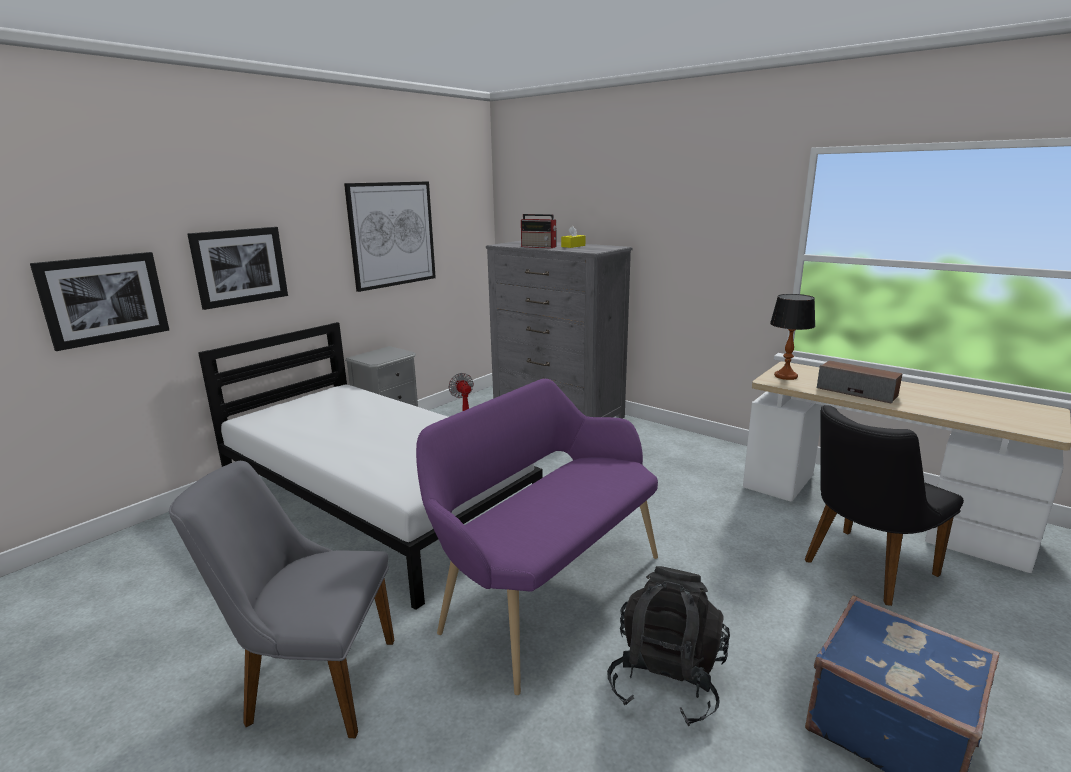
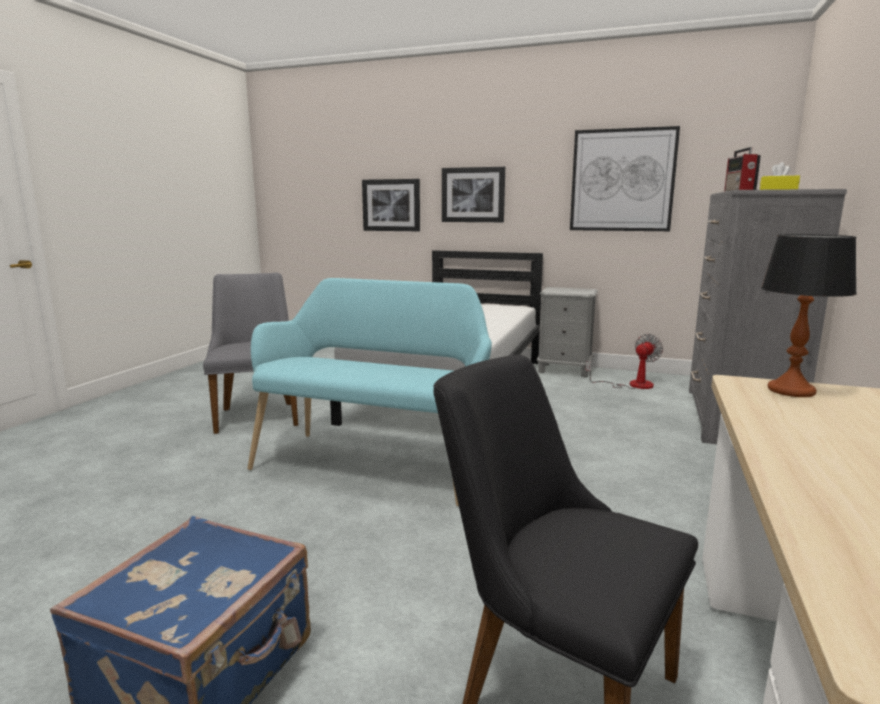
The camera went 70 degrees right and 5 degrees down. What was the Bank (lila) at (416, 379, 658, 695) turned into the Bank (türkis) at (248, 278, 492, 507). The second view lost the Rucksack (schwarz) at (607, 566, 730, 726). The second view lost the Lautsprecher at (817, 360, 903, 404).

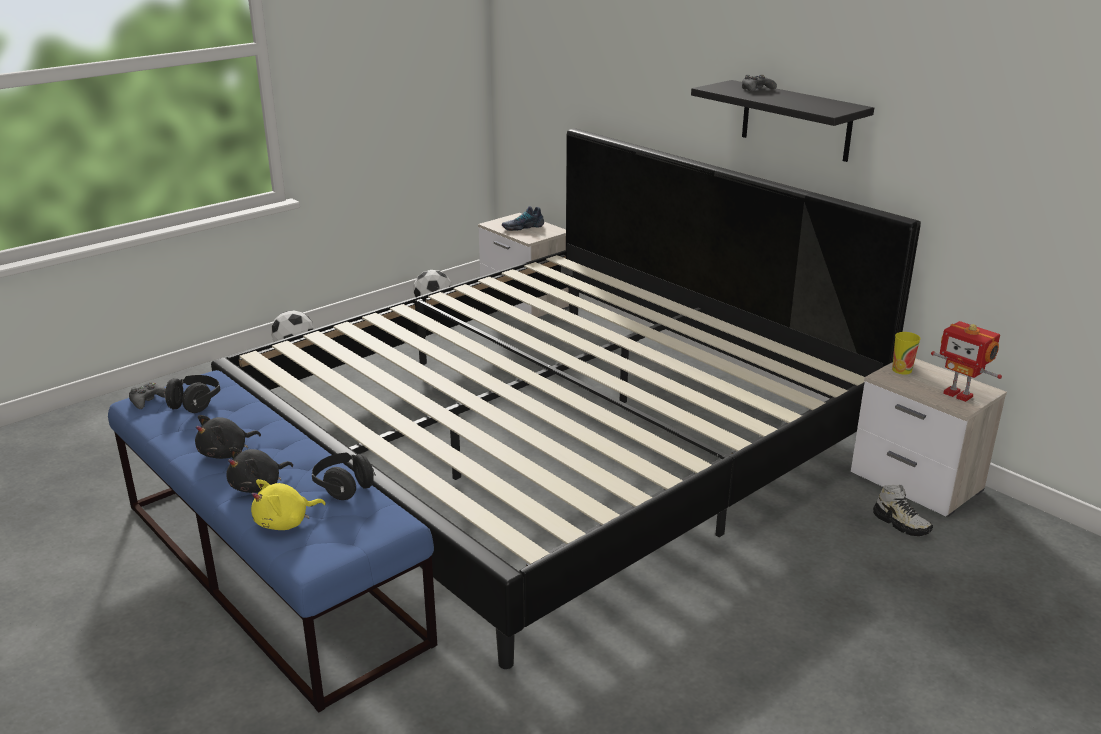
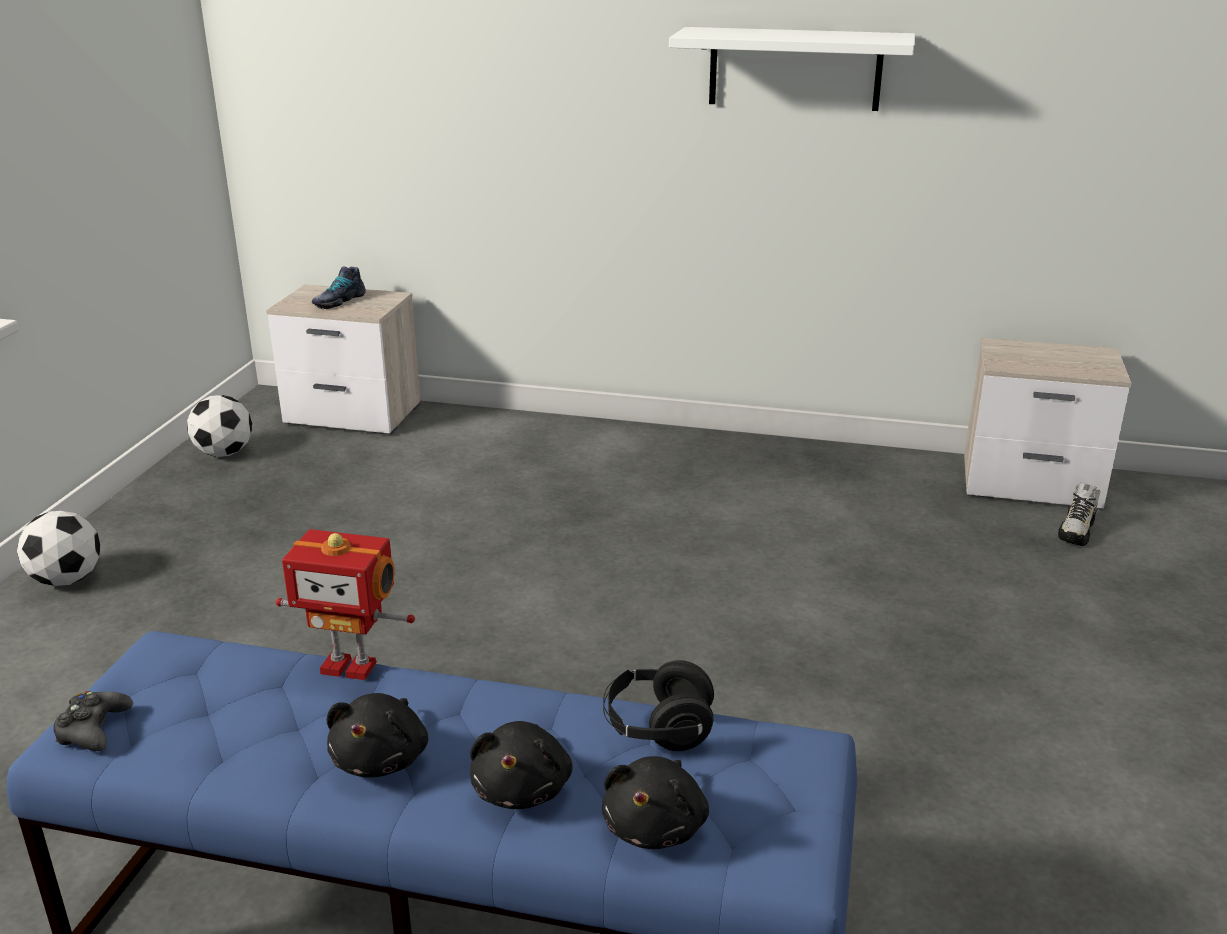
The camera went 35 degrees left and 0 degrees up. The Spielzeugroboter ended up elsewhere, having gone from (931, 321, 1002, 402) to (276, 529, 415, 680). What was the Plüschtier (gelb) at (251, 479, 326, 530) turned into the Plüschtier (schwarz) at (602, 756, 709, 849). What was the Wandregal (schwarz) at (691, 80, 874, 162) turned into the Wandregal (weiß) at (669, 27, 915, 111). The Schuh at (873, 485, 933, 536) ended up facing another way, 105 degrees clockwise from before. The second view lost the Kopfhörer (schwarz) at (164, 375, 220, 413). The second view lost the Bett at (211, 128, 921, 669). The second view lost the Gamepad (schwarz) at (742, 75, 777, 92). The second view lost the Tasse at (892, 332, 920, 375).

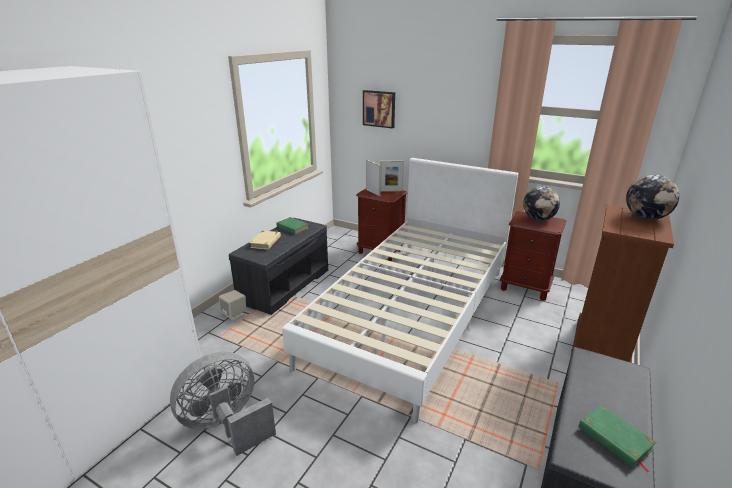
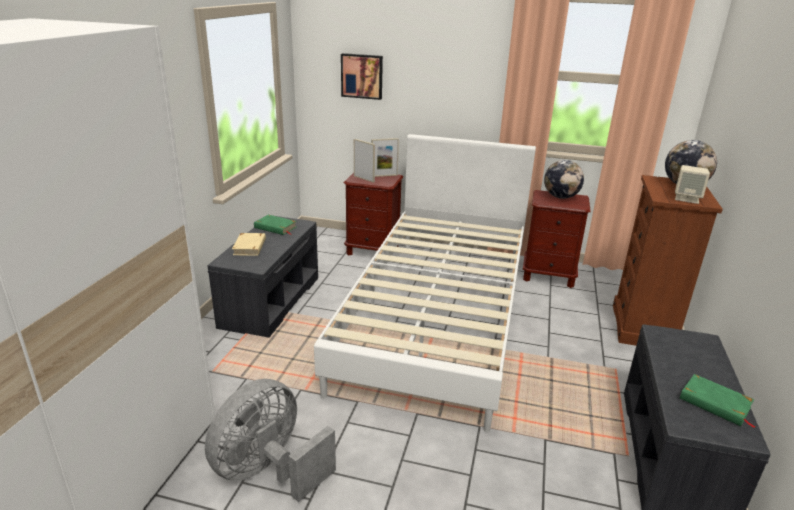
The camera went 15 degrees left and 0 degrees up. The Lautsprecher (beige) ended up elsewhere, having gone from (219, 290, 246, 321) to (675, 165, 710, 204).

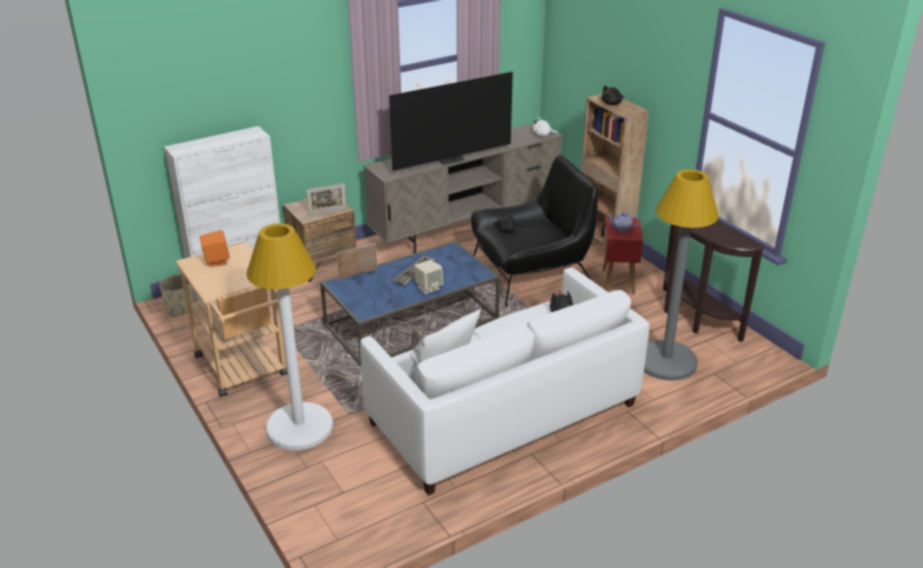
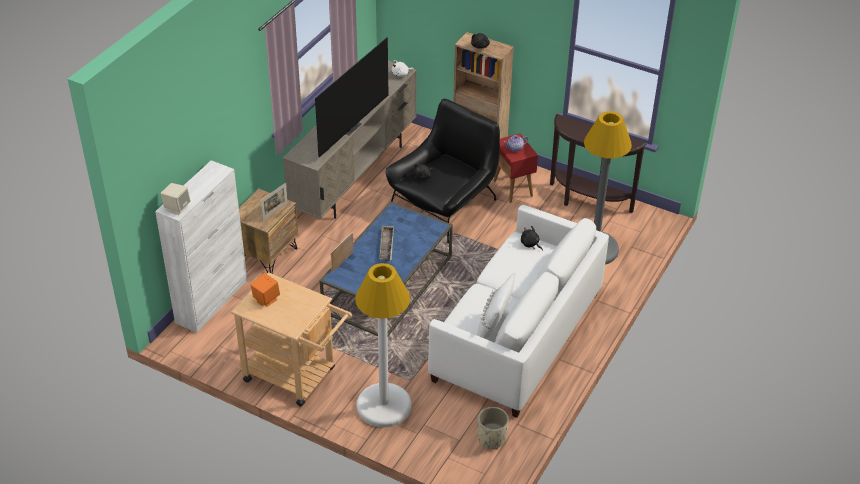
The camera went 30 degrees left and 10 degrees up. The Lautsprecher (beige) ended up elsewhere, having gone from (414, 260, 443, 294) to (161, 183, 191, 215). The Pflanzkübel (beige) ended up elsewhere, having gone from (159, 275, 194, 317) to (478, 407, 509, 449).

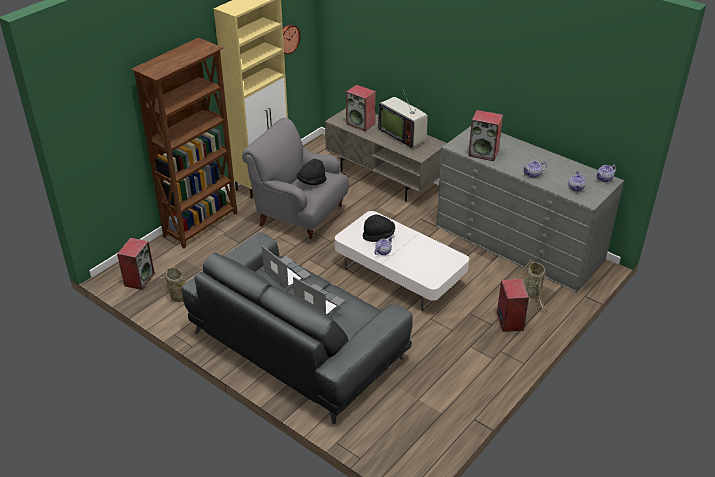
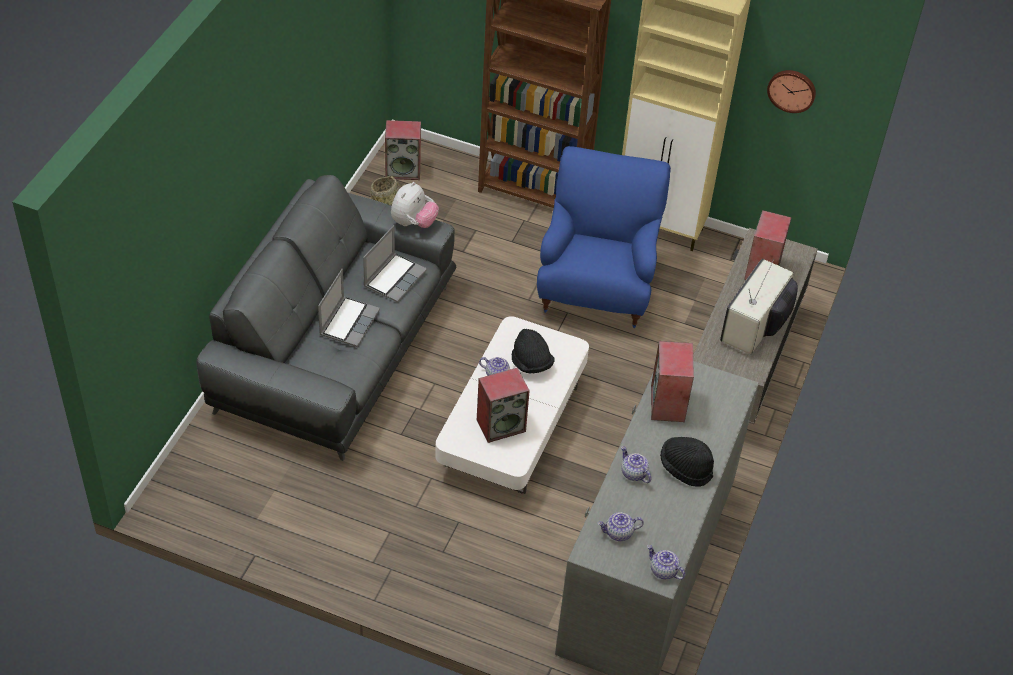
The camera went 70 degrees right and 10 degrees up. The second view gained the Plüschtier at (391, 182, 439, 228). The Lautsprecher ended up elsewhere, having gone from (497, 279, 529, 332) to (477, 367, 530, 443). What was the Sessel (grau) at (242, 118, 349, 242) turned into the Sessel (blau) at (537, 146, 671, 328). The Hut (schwarz) ended up elsewhere, having gone from (297, 159, 326, 185) to (660, 437, 714, 487). The second view lost the Korb at (514, 260, 546, 310).

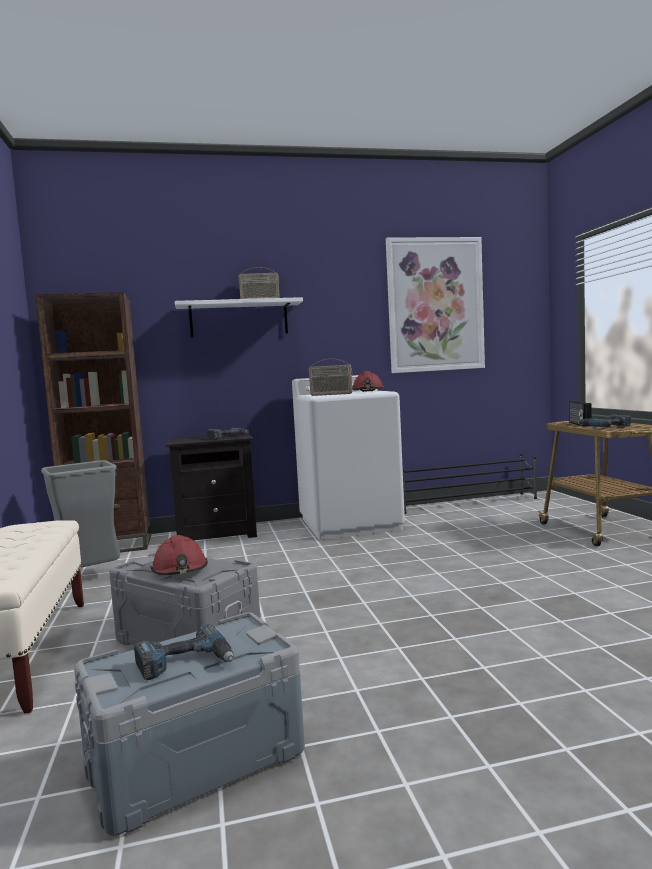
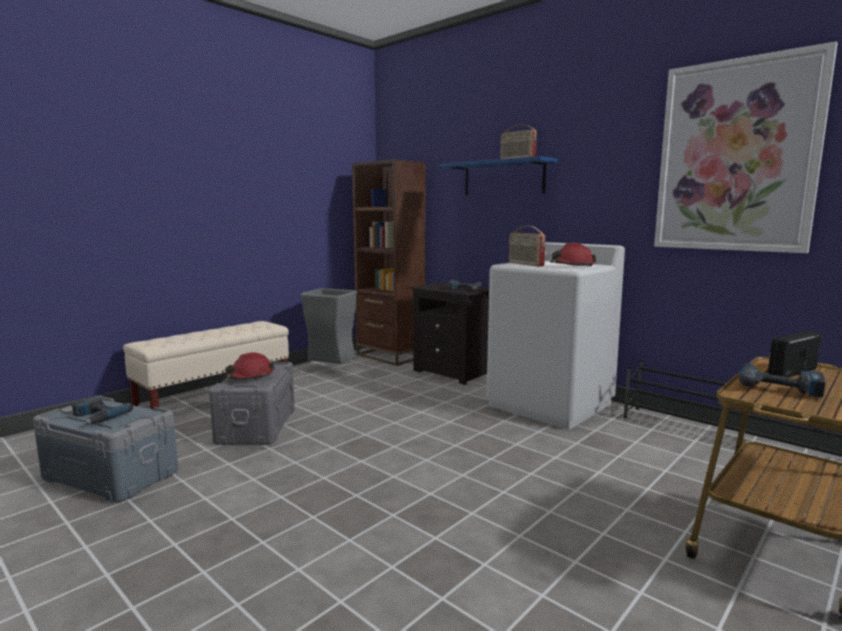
The camera went 55 degrees right and 5 degrees up. What was the Wandregal (weiß) at (175, 297, 303, 337) turned into the Wandregal (blau) at (440, 156, 558, 195).

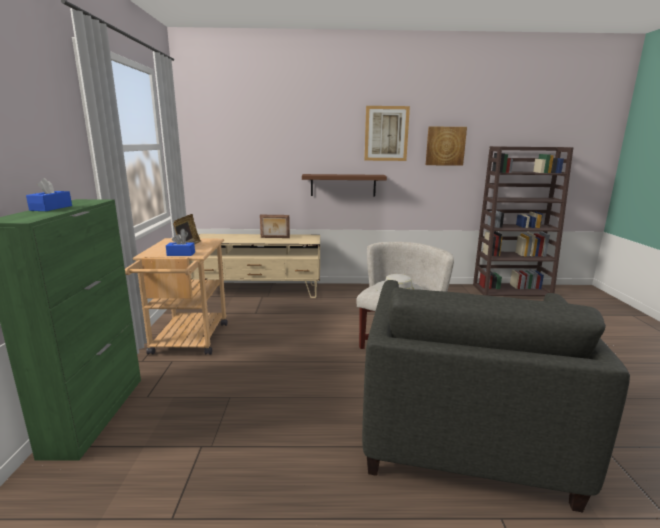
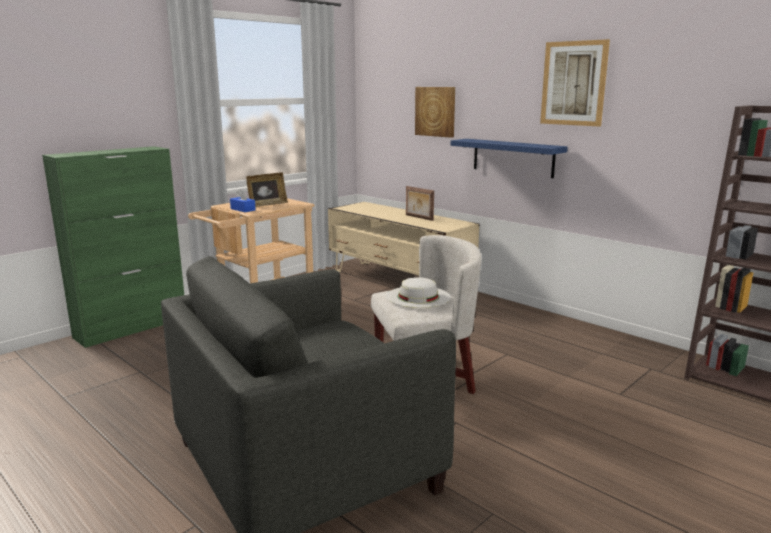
The camera went 45 degrees right and 0 degrees up. The Bild ended up elsewhere, having gone from (426, 126, 467, 166) to (415, 87, 455, 138). What was the Wandregal (braun) at (302, 174, 387, 197) turned into the Wandregal (blau) at (451, 139, 568, 178). The second view lost the Taschentuchbox (blau) at (26, 178, 72, 211).

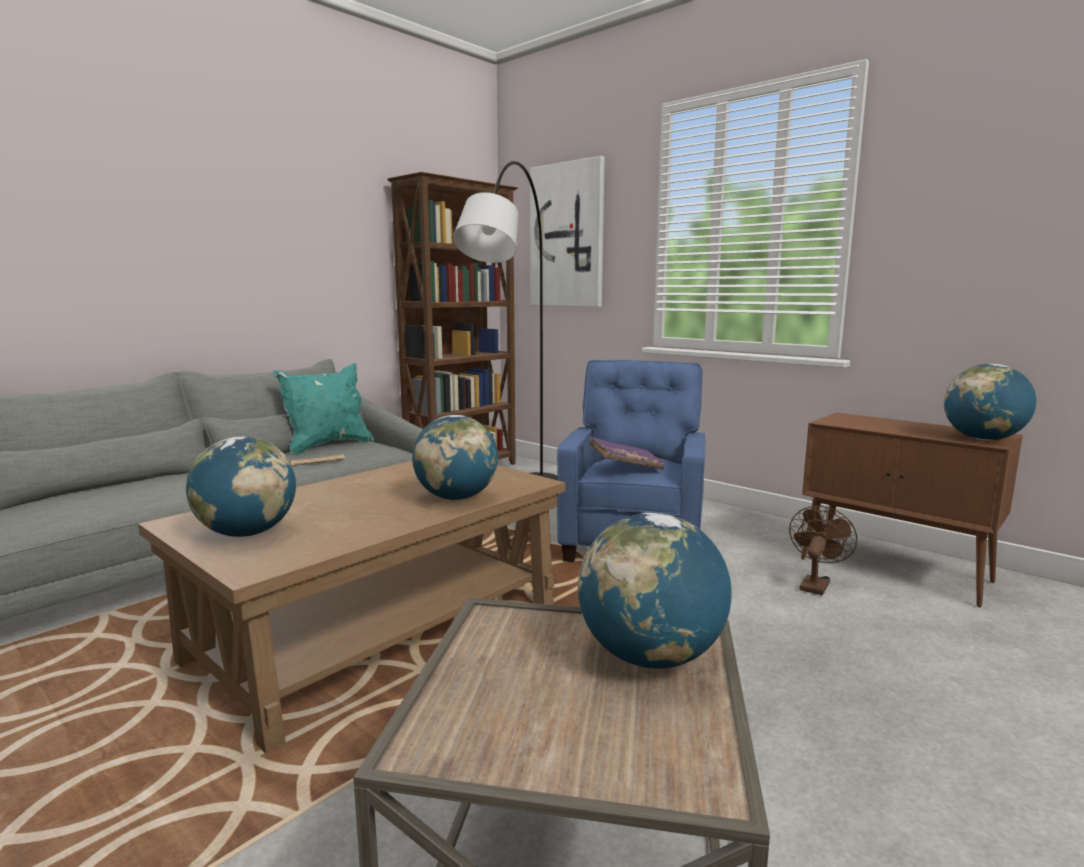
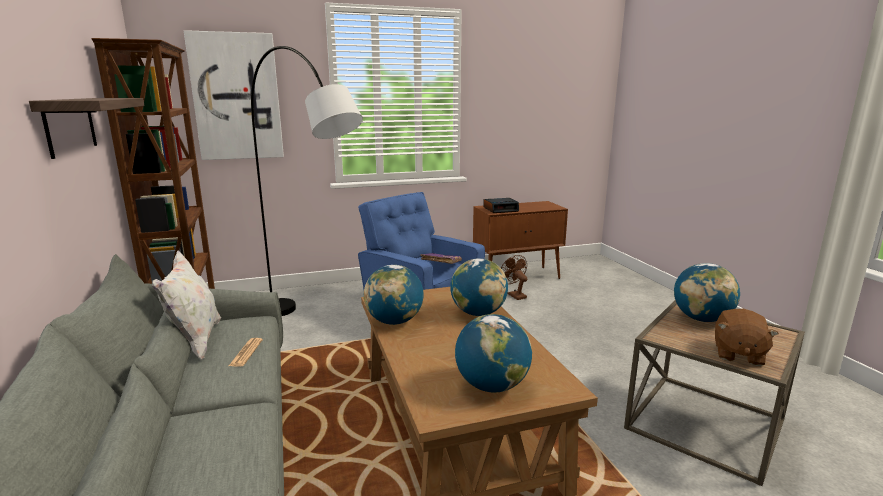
The camera went 60 degrees left and 5 degrees up. The second view gained the Wandregal at (29, 98, 144, 159). What was the Kissen (türkis) at (273, 363, 374, 454) turned into the Kissen (weiß) at (152, 251, 221, 360). The Globus ended up elsewhere, having gone from (944, 364, 1036, 440) to (364, 265, 424, 325). The second view gained the Wecker at (483, 198, 519, 213). The second view gained the Plüschtier (braun) at (715, 309, 779, 366).

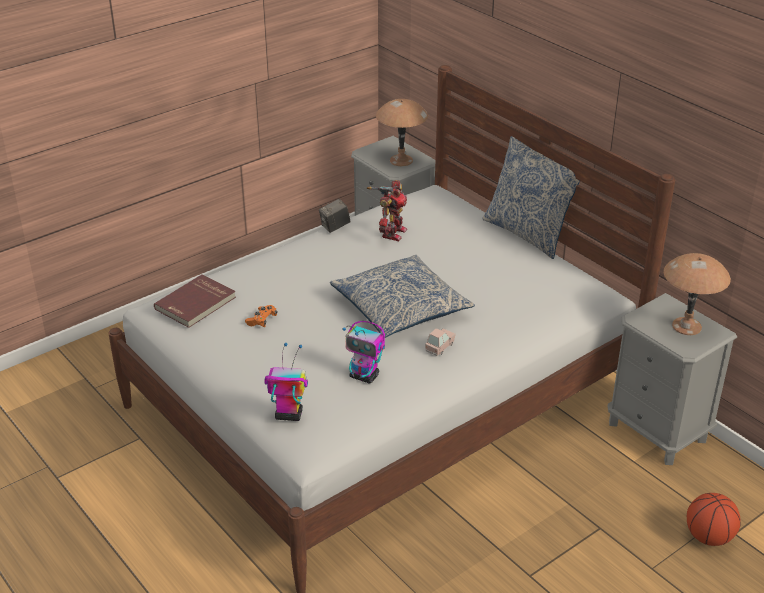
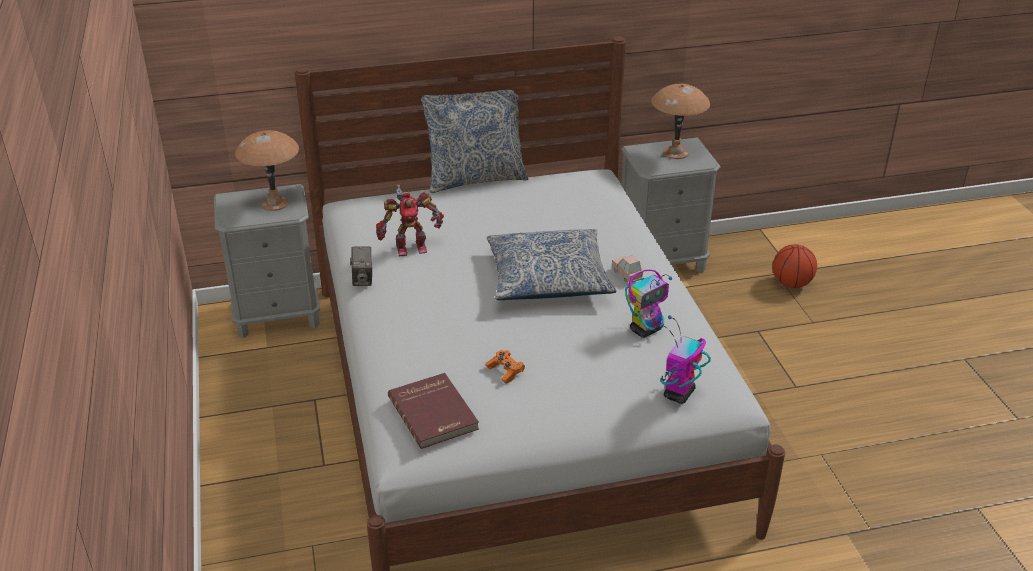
The camera went 65 degrees left and 0 degrees up. The Spielzeugroboter at (367, 180, 407, 241) ended up facing another way, 120 degrees clockwise from before.

